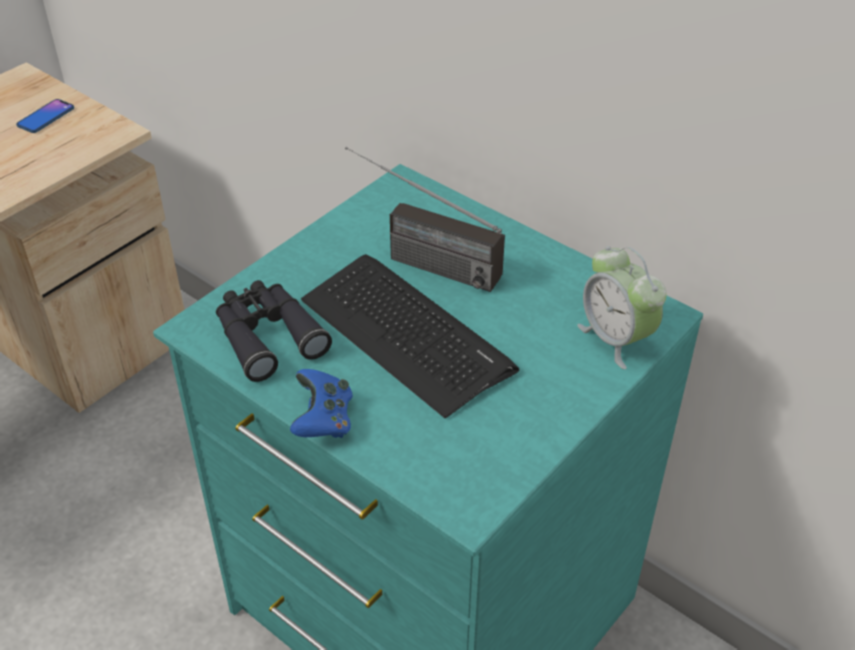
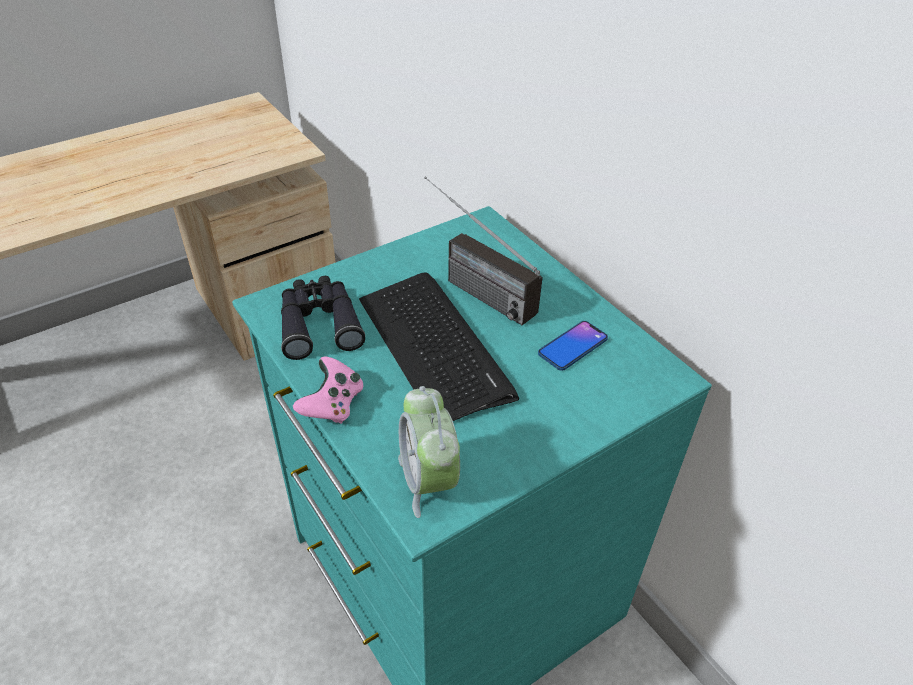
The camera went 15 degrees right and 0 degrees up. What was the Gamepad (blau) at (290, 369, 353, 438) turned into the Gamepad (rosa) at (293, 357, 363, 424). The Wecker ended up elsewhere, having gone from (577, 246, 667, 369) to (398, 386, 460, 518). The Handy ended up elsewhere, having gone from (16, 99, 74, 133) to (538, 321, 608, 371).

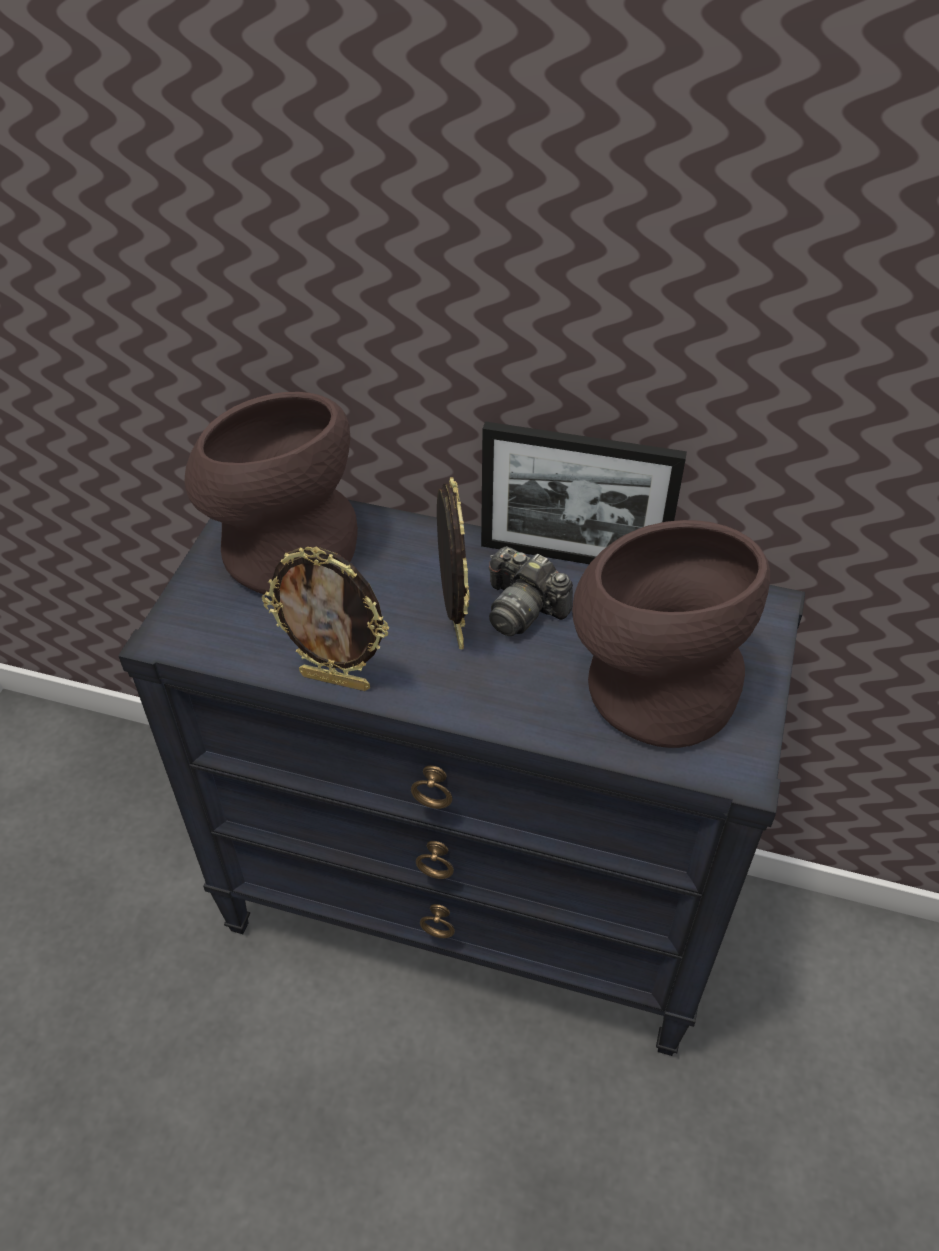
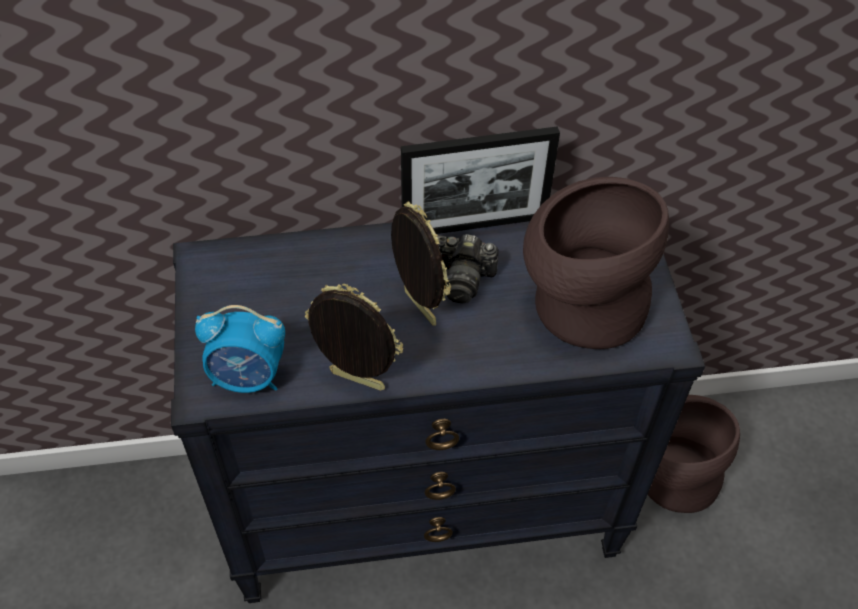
The camera went 25 degrees left and 5 degrees up. The second view gained the Wecker at (195, 305, 285, 393). The Bilderrahmen at (262, 546, 389, 691) ended up facing another way, 150 degrees counterclockwise from before. The Vase (braun) ended up elsewhere, having gone from (185, 392, 358, 595) to (648, 395, 740, 513).

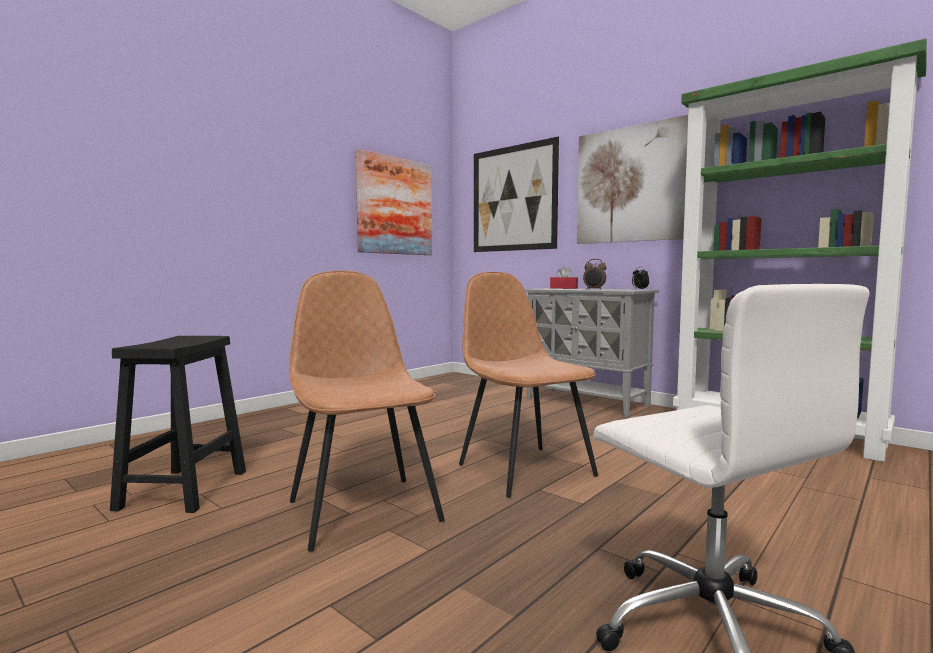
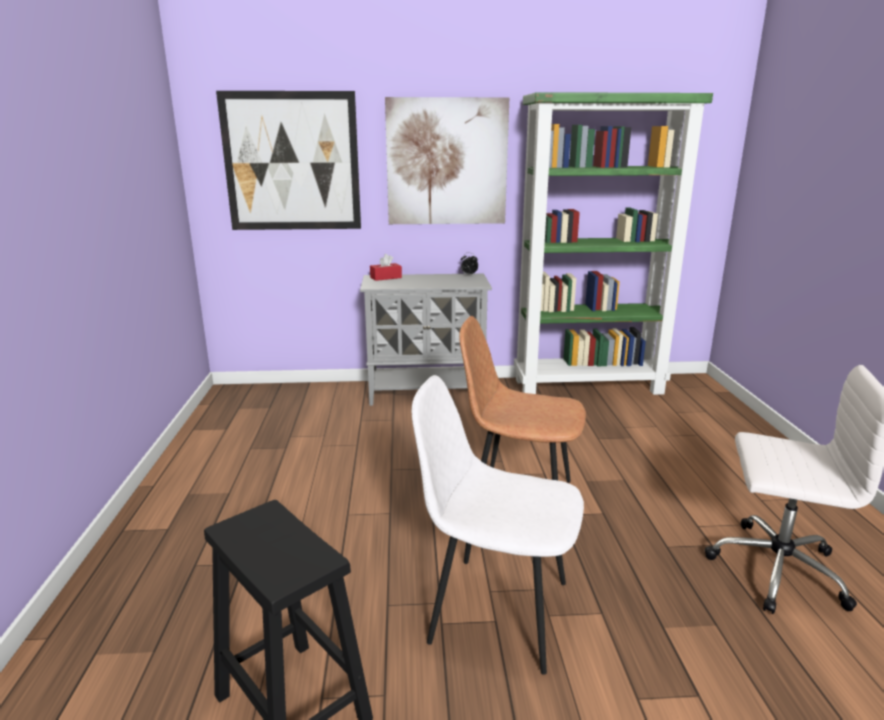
The camera went 45 degrees left and 15 degrees up. What was the Stuhl (braun) at (289, 271, 445, 552) turned into the Stuhl (weiß) at (412, 375, 584, 675). The second view lost the Bild at (356, 149, 432, 255). The second view lost the Wecker at (583, 259, 607, 290).

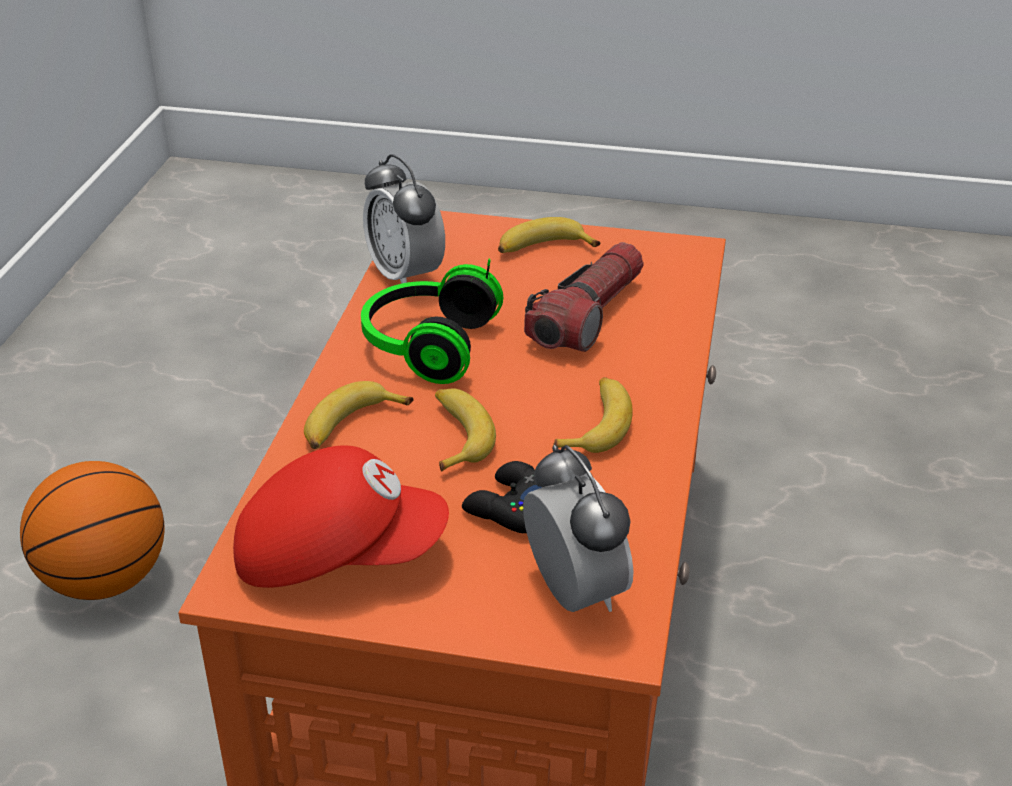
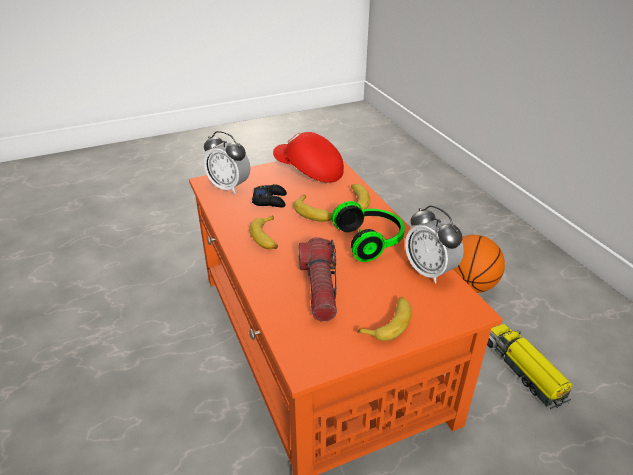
The camera went 145 degrees right and 0 degrees up. The Kappe (rot) at (233, 445, 449, 588) ended up facing another way, 60 degrees clockwise from before. The Wecker at (363, 154, 445, 284) ended up facing another way, 150 degrees counterclockwise from before. The second view gained the Spielzeuglaster at (487, 324, 572, 409).

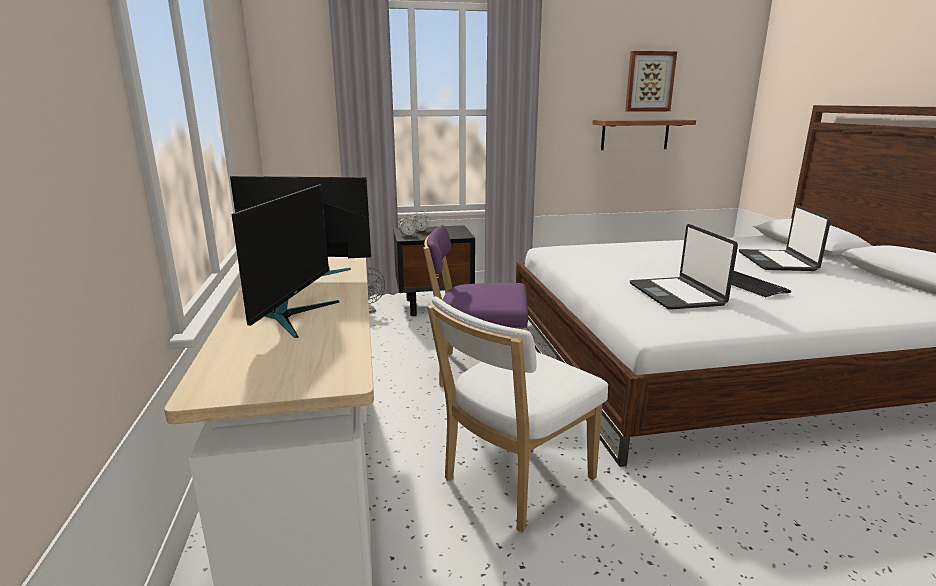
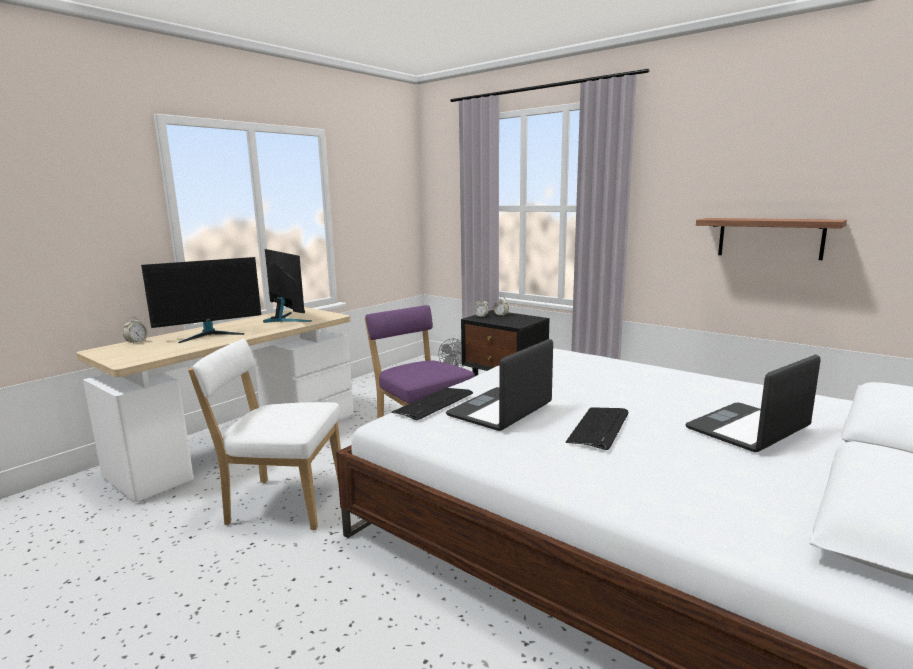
The camera went 50 degrees right and 5 degrees down. The second view gained the Wecker at (123, 317, 148, 344). The second view gained the Tastatur at (391, 388, 473, 421). The second view lost the Bild at (625, 51, 677, 112).

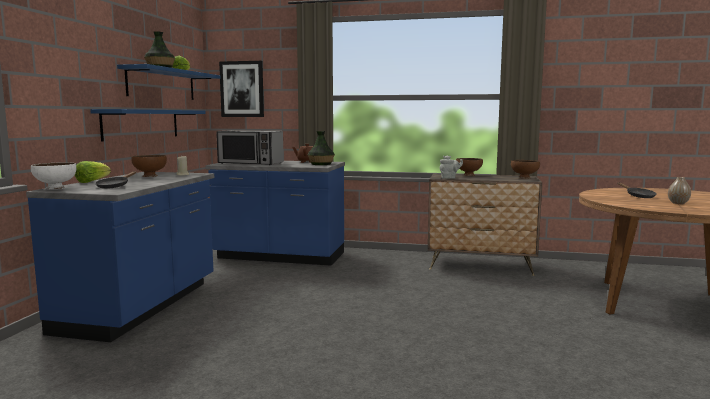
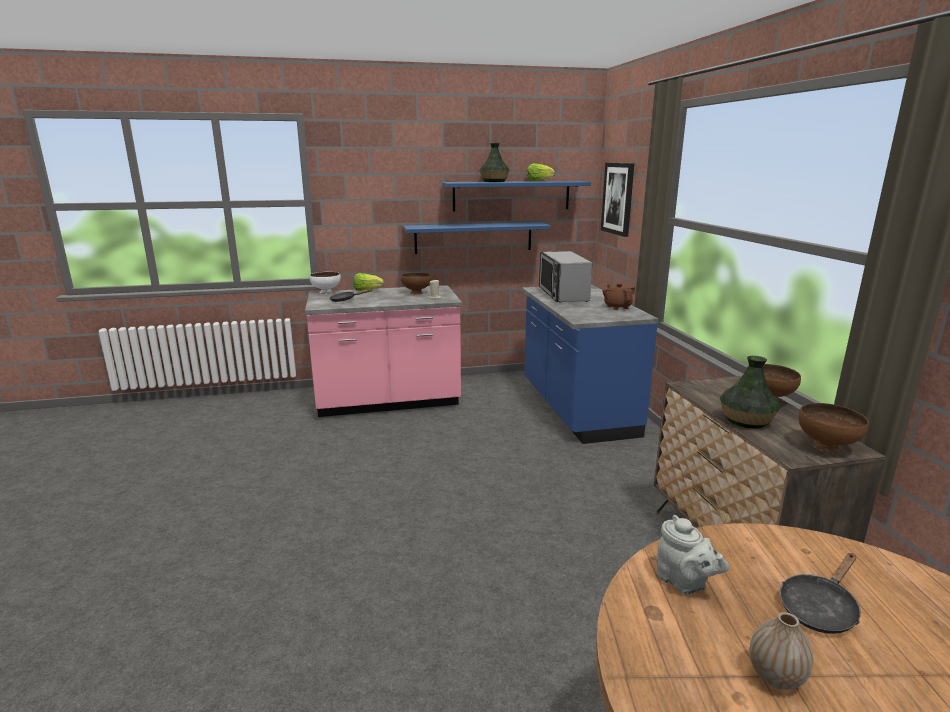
The camera went 65 degrees right and 10 degrees up. What was the Küchenzeile (blau) at (26, 172, 214, 342) turned into the Küchenzeile (rosa) at (305, 285, 462, 417). The Teekanne (grau) ended up elsewhere, having gone from (440, 156, 463, 179) to (656, 515, 729, 595). The Vase ended up elsewhere, having gone from (308, 131, 335, 165) to (720, 356, 781, 428).

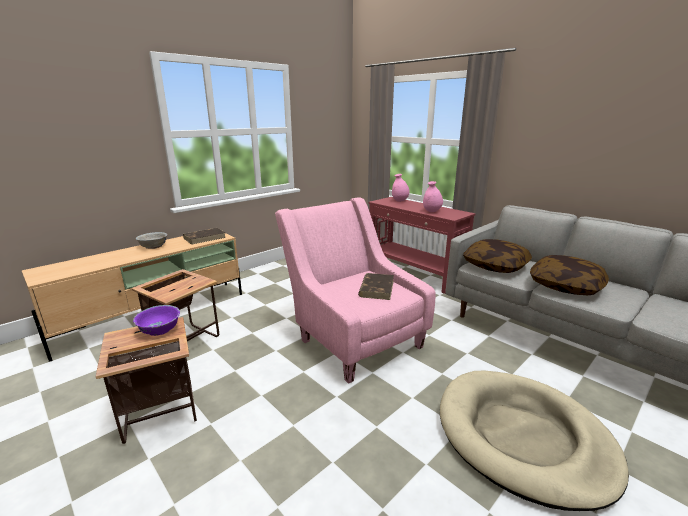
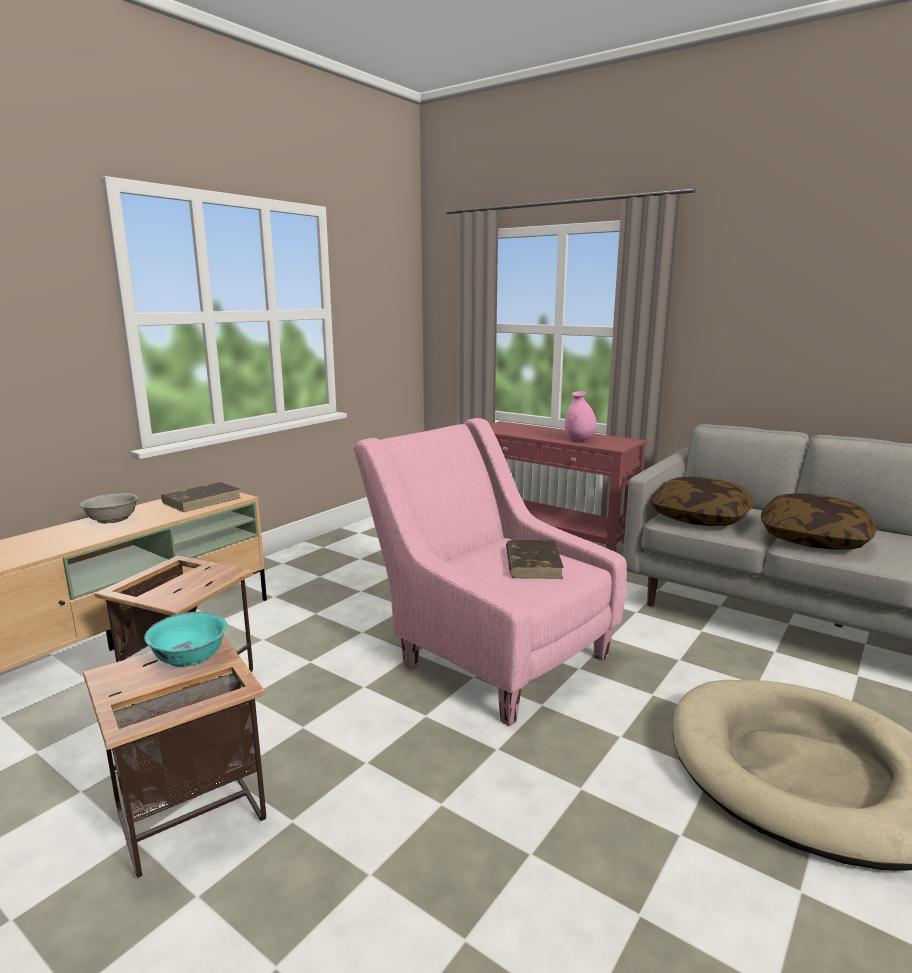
The camera went 10 degrees left and 5 degrees down. What was the Schüssel (lila) at (133, 305, 180, 336) turned into the Schüssel (türkis) at (144, 611, 228, 667). The second view lost the Vase (rosa) at (392, 174, 410, 202).

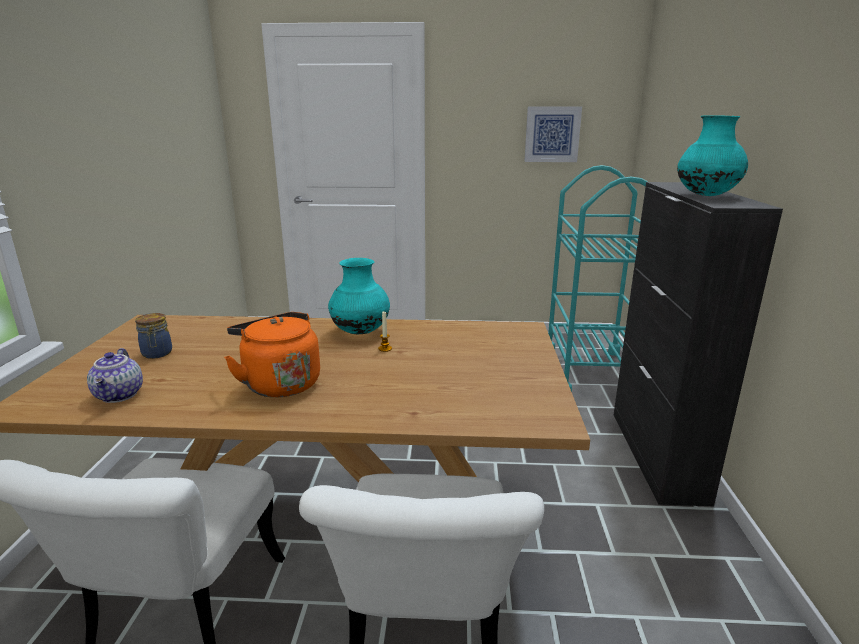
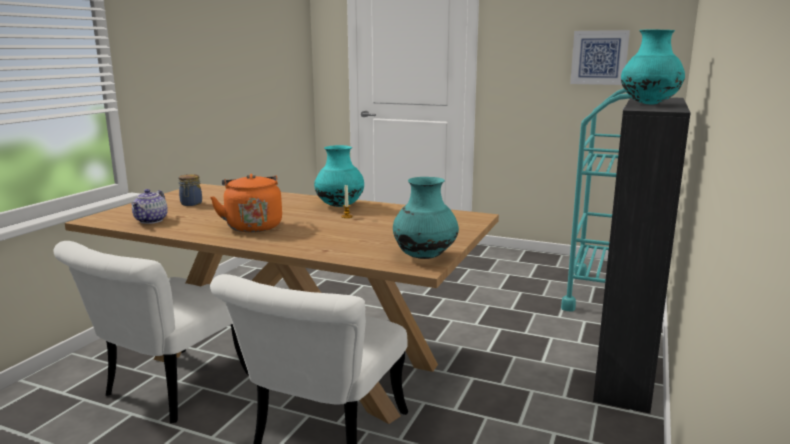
The camera went 20 degrees right and 5 degrees down. The second view gained the Vase (türkis) at (393, 177, 459, 259).

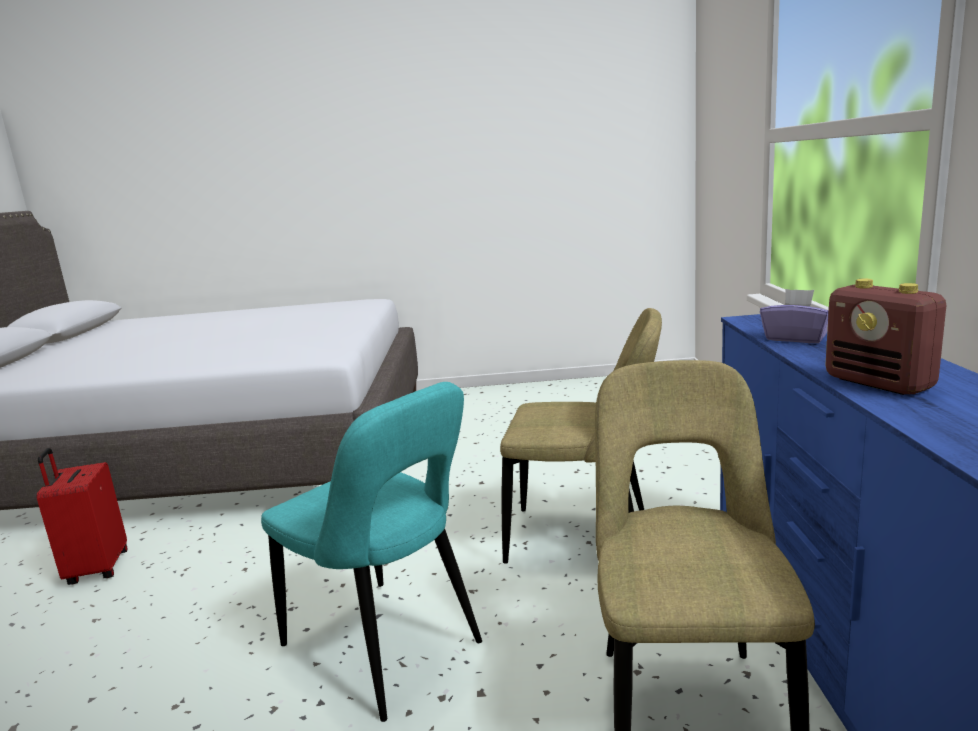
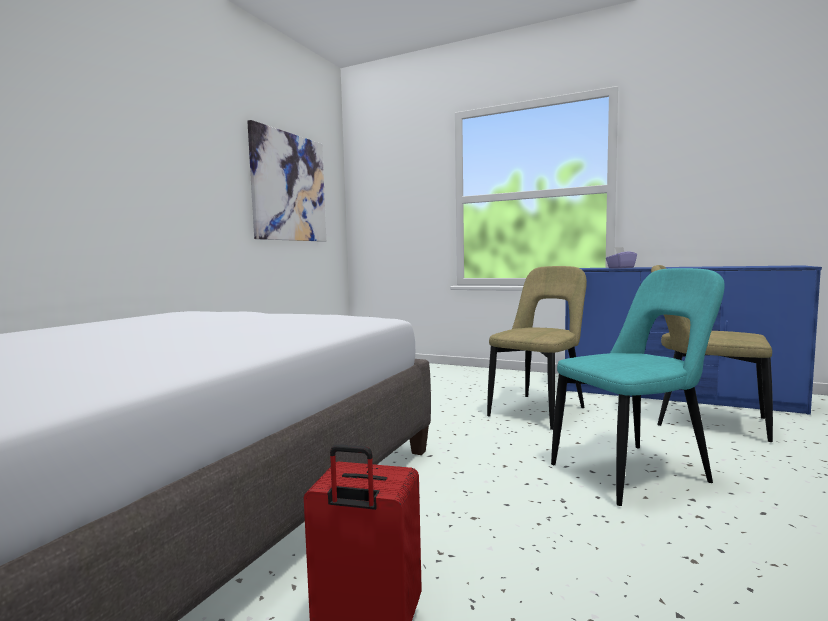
The camera went 65 degrees left and 10 degrees down. The second view gained the Bild at (247, 120, 326, 242). The second view lost the Radio at (826, 279, 946, 395).

